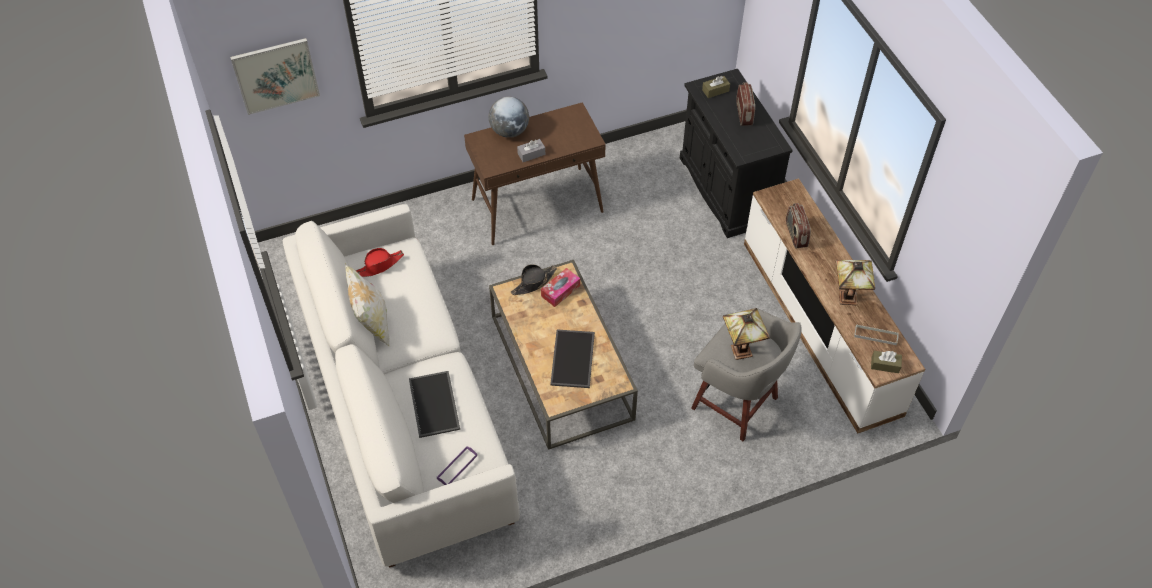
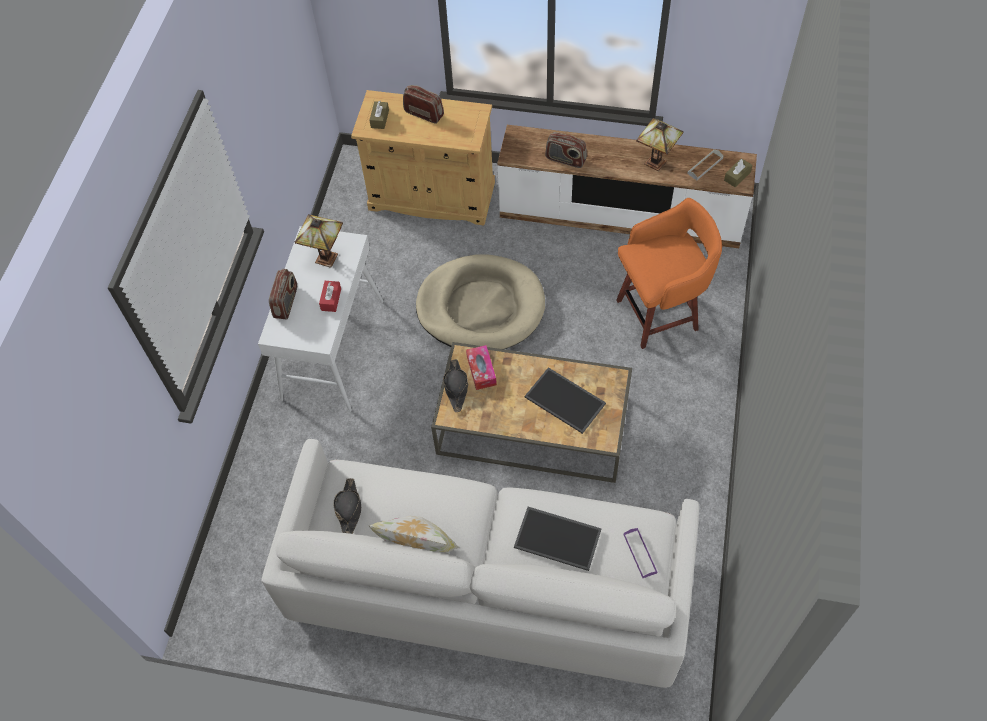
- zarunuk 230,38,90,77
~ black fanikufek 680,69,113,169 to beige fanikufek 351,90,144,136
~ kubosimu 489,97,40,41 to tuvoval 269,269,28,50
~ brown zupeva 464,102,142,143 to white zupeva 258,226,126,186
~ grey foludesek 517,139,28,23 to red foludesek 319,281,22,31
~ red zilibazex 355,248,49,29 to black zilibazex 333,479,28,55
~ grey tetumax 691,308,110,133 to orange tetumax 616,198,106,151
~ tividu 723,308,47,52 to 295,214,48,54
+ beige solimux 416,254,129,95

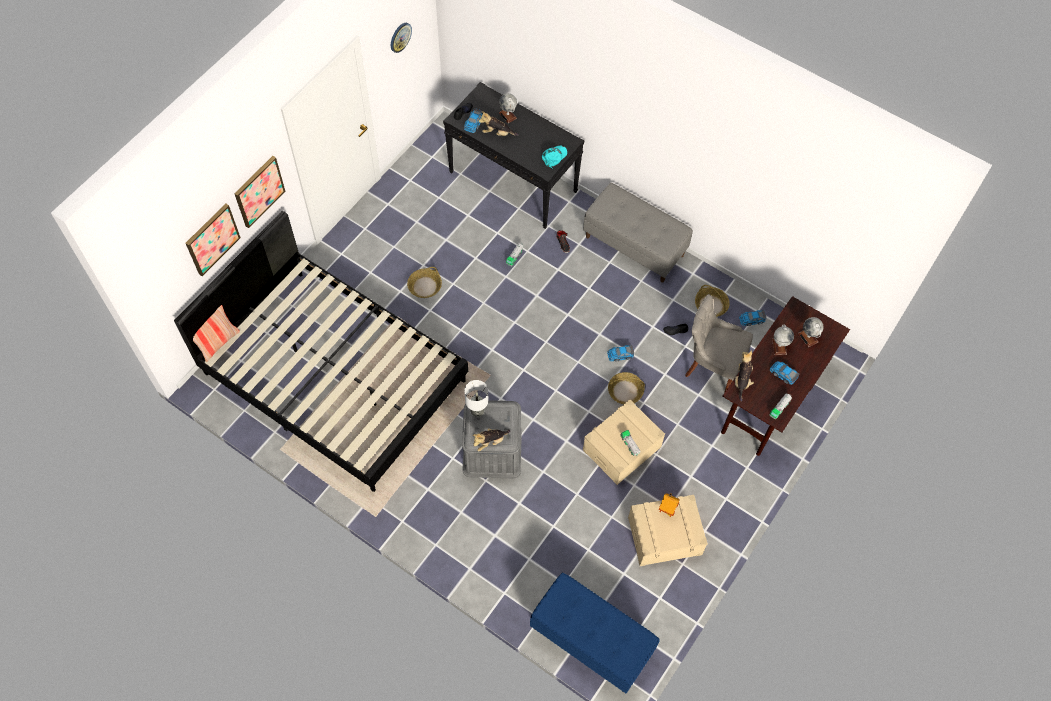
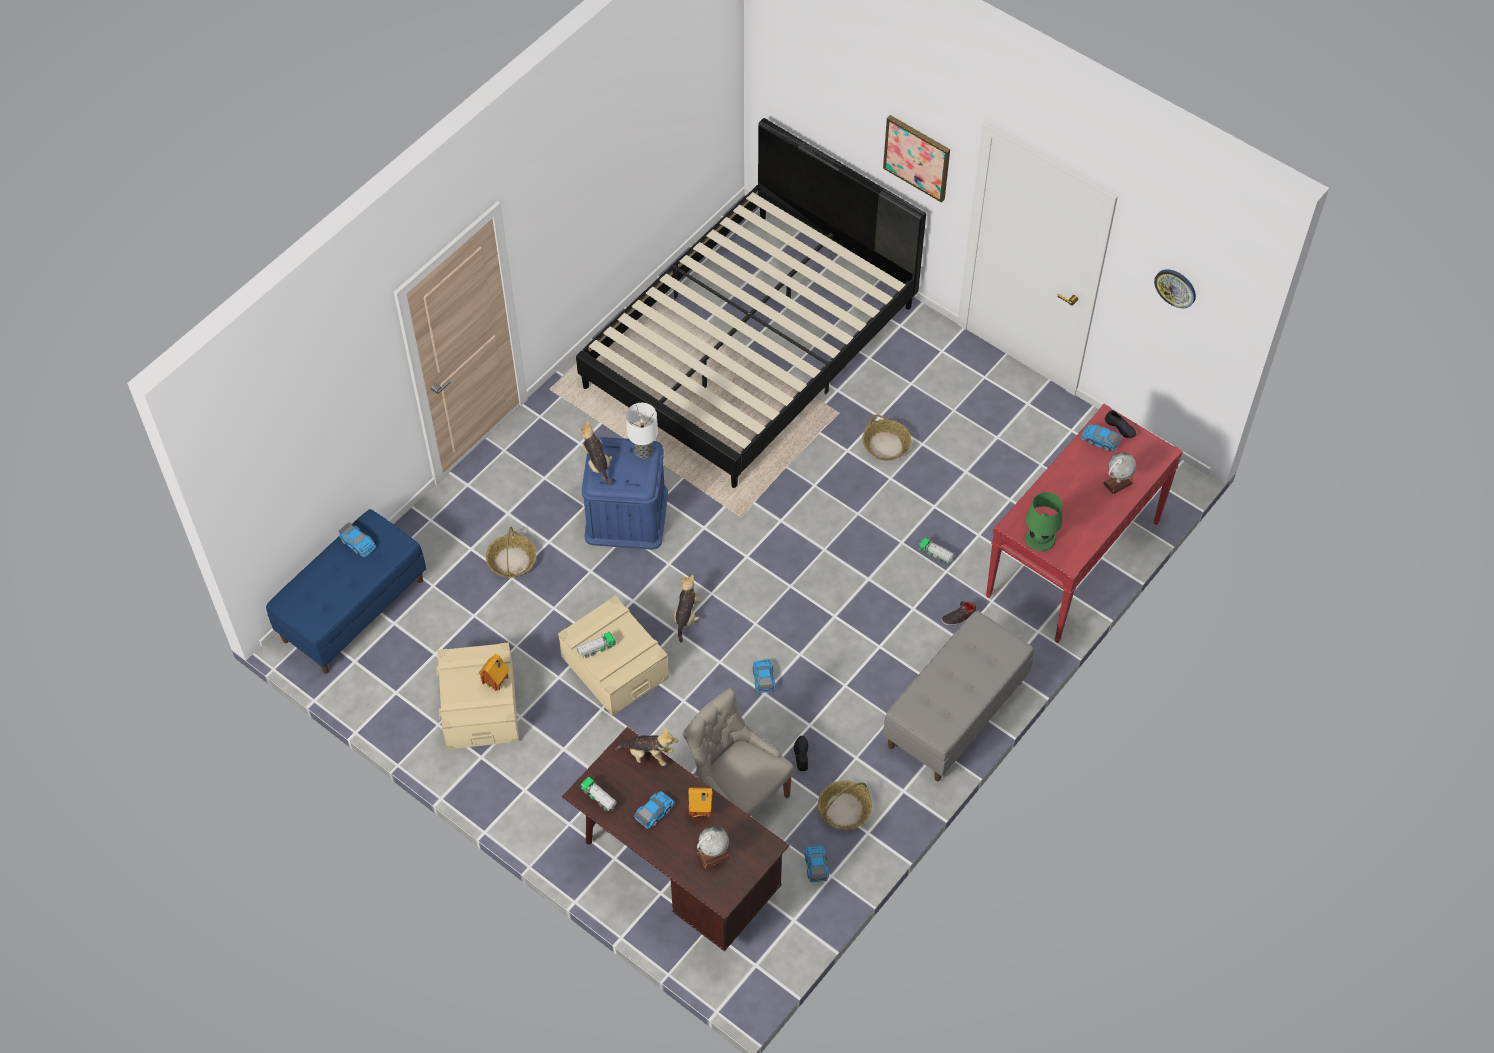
~ black zupeva 443,82,141,147 to red zupeva 986,404,197,239
~ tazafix 479,111,40,25 to 673,575,28,68
~ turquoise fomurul 542,146,25,23 to green tividu 1025,492,37,59
- zarunuk 186,204,55,72
~ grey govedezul 685,294,68,99 = 683,688,111,128 75 degrees counterclockwise
- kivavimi 193,305,47,57
~ kubosimu 772,324,22,31 to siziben 689,787,24,30
~ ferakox 608,372,37,32 to 486,527,50,51
~ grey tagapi 462,400,60,78 to blue tagapi 582,437,86,112
+ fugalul 339,522,37,35

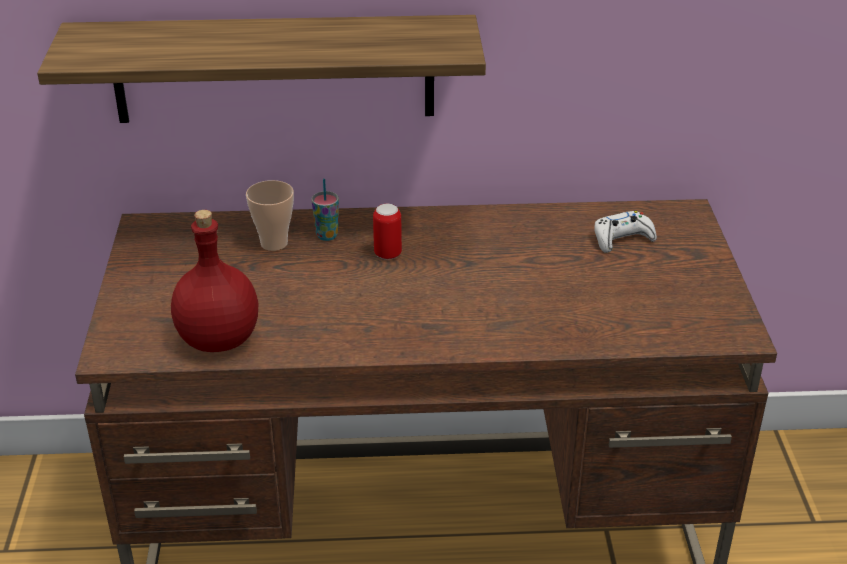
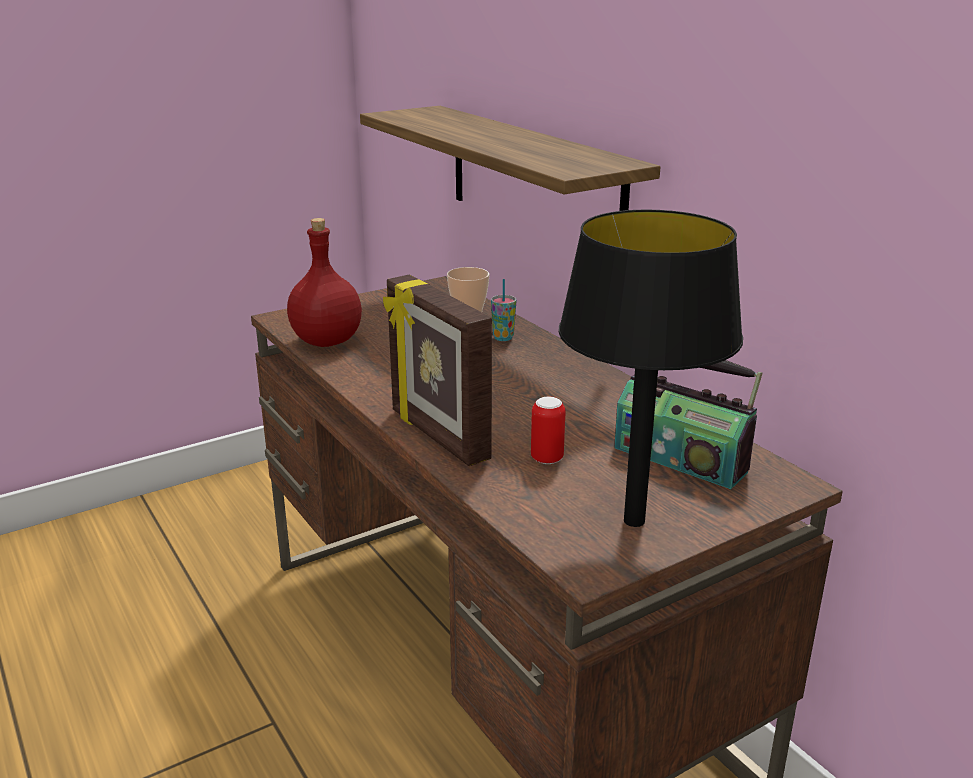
~ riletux 373,204,29,55 to 531,397,35,67
~ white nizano 594,211,63,42 to tuvoval 614,360,148,129
+ black tividu 559,209,184,318
+ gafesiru 383,275,109,191

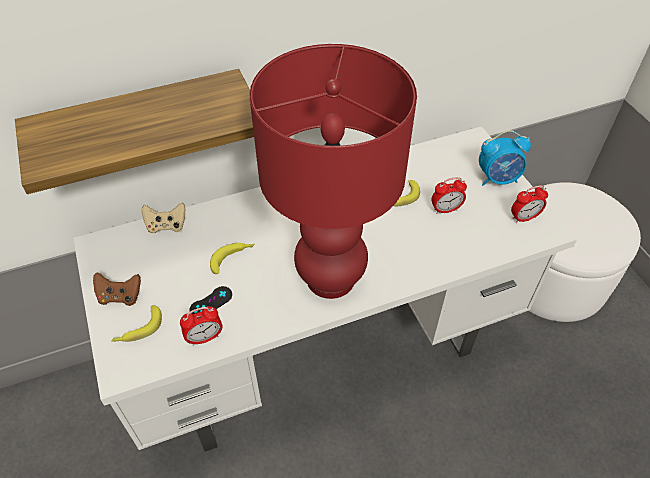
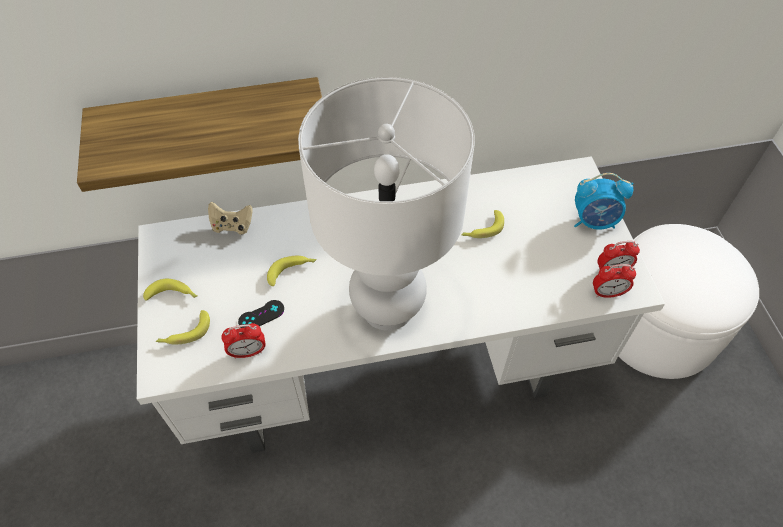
~ red tividu 249,44,168,255 to white tividu 298,77,177,254
~ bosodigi 432,177,35,37 to 593,264,43,34
~ brown nizano 93,273,48,33 to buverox 143,279,54,22

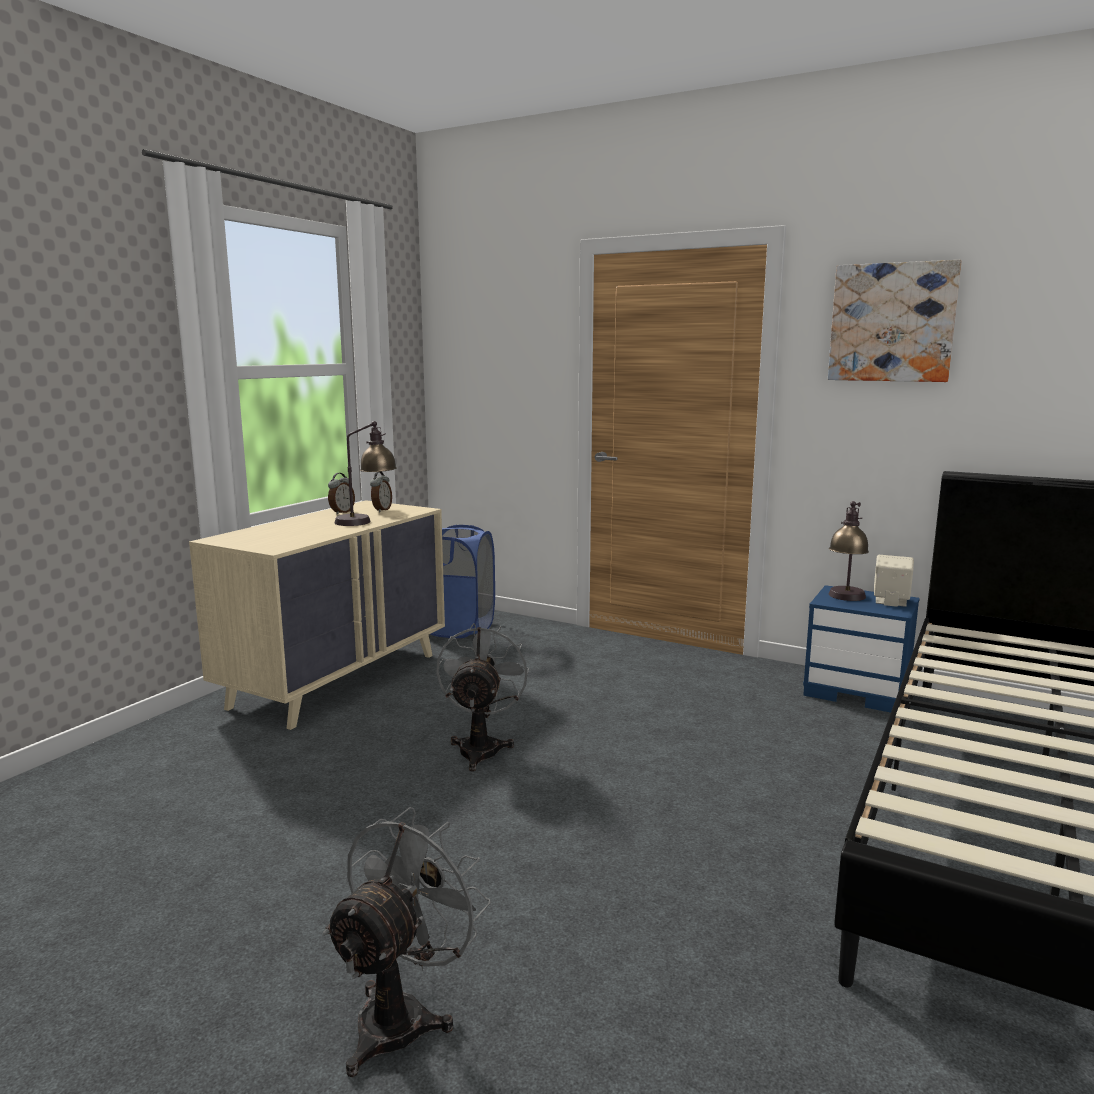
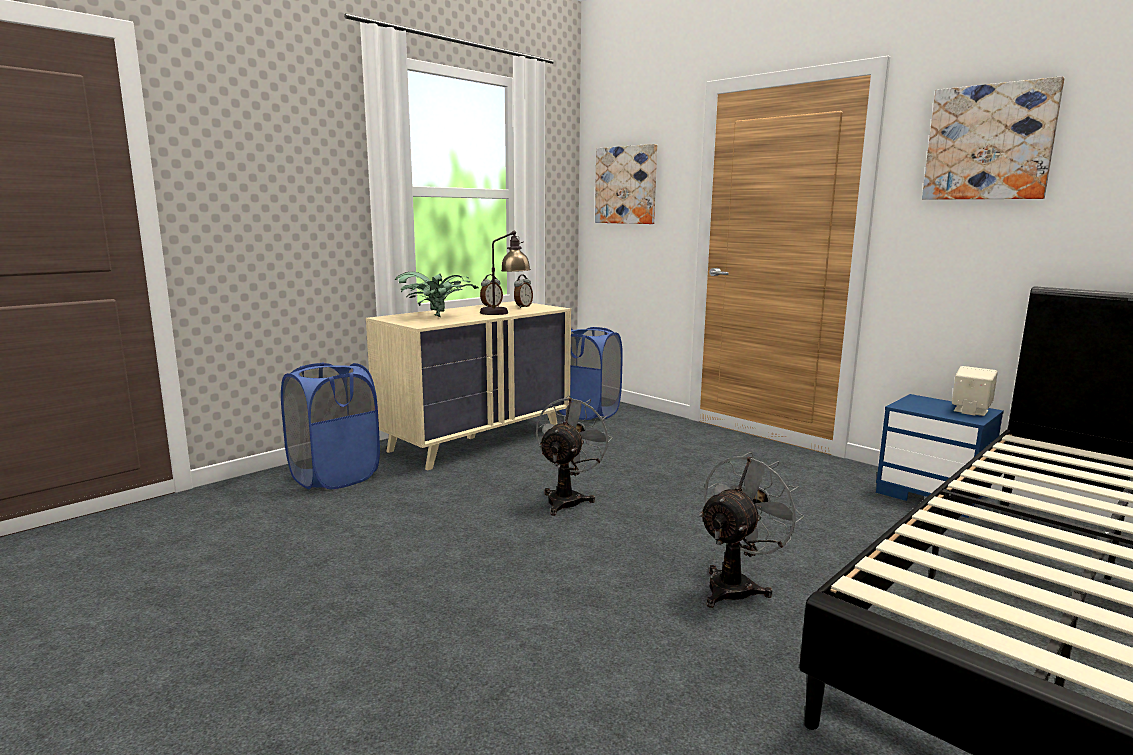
- tividu 829,501,40,100
~ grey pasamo 322,807,169,270 to 699,452,105,156
+ zarunuk 595,144,62,80
+ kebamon 395,272,84,45
+ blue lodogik 281,363,99,126

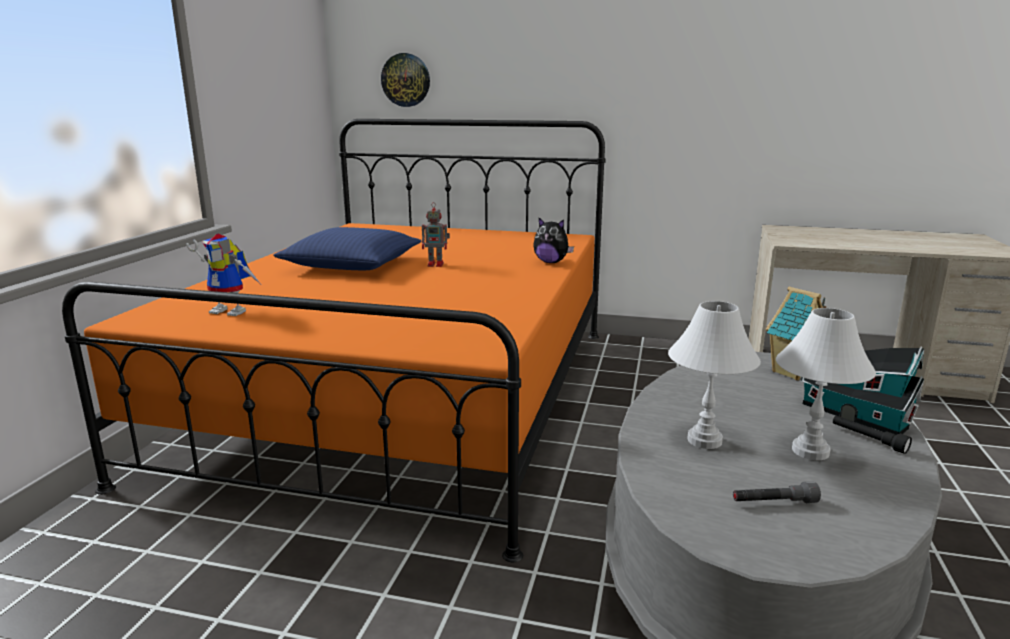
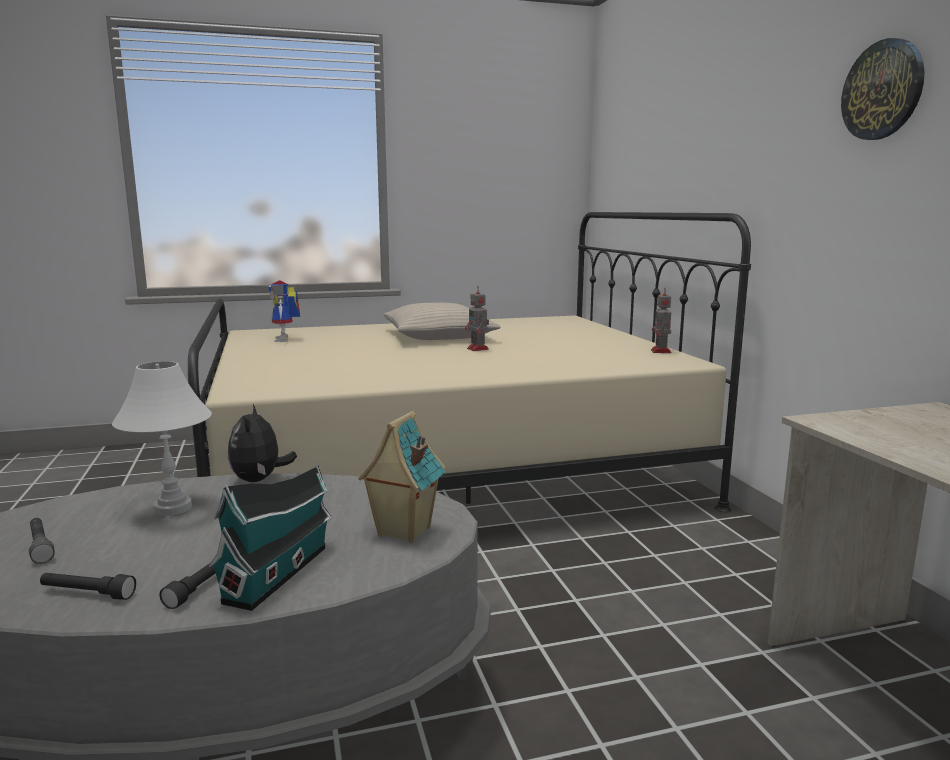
~ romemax 381,53,49,54 to 841,38,84,102
~ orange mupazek 62,119,544,443 to beige mupazek 188,212,563,300
~ tazafix 533,218,41,45 to 228,404,69,78
~ blue kivavimi 273,227,148,43 to beige kivavimi 383,303,118,37
- white tividu 776,308,100,152
+ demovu 651,289,20,64
+ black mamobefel 40,573,96,27

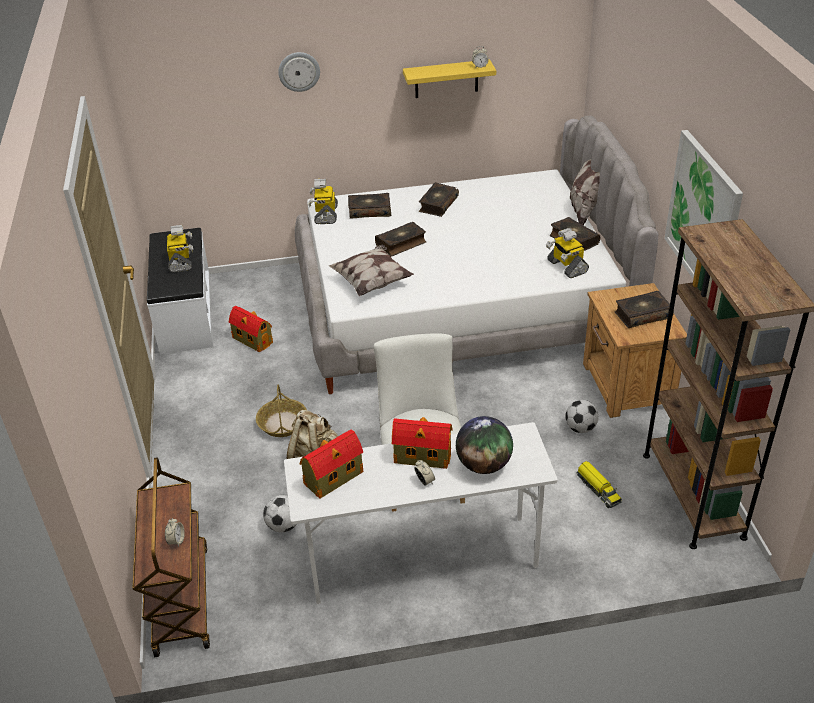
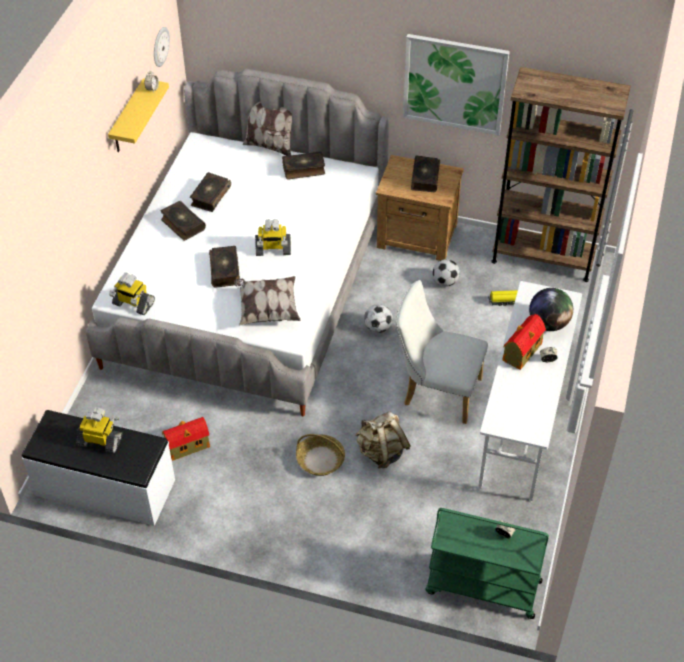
~ romemax 278,52,42,40 to 154,27,16,40
~ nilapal 348,193,43,26 to 190,172,41,40
~ demovu 546,228,43,51 to 255,219,36,37
- siziben 299,429,64,70
~ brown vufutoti 133,457,77,200 to green vufutoti 425,508,124,111
~ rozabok 263,495,34,38 to 364,304,29,29

